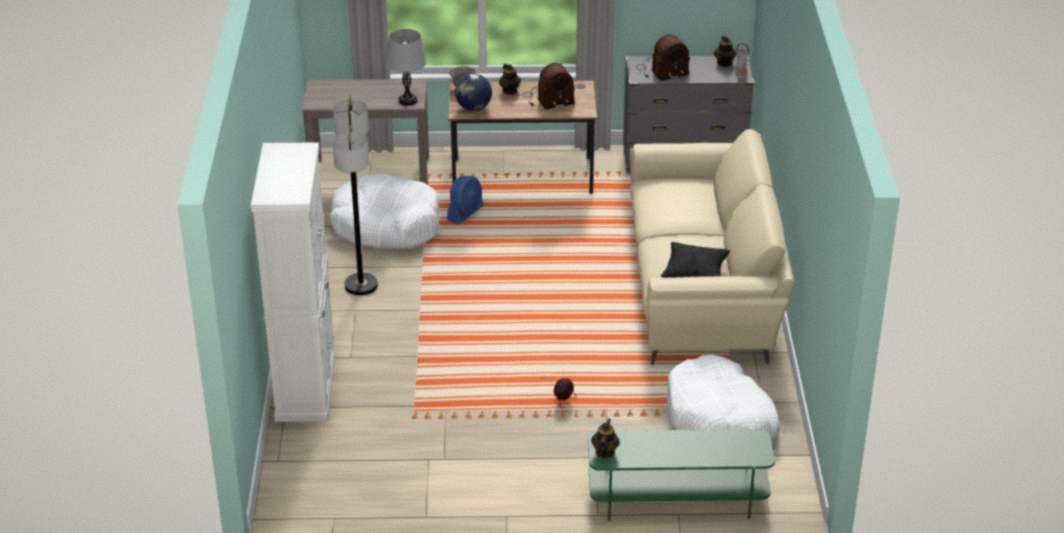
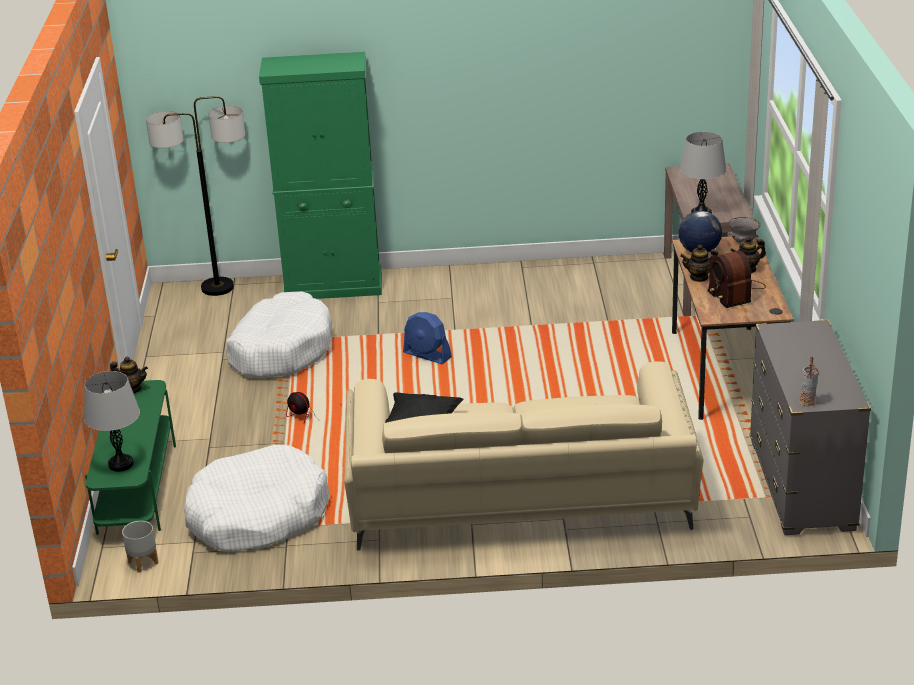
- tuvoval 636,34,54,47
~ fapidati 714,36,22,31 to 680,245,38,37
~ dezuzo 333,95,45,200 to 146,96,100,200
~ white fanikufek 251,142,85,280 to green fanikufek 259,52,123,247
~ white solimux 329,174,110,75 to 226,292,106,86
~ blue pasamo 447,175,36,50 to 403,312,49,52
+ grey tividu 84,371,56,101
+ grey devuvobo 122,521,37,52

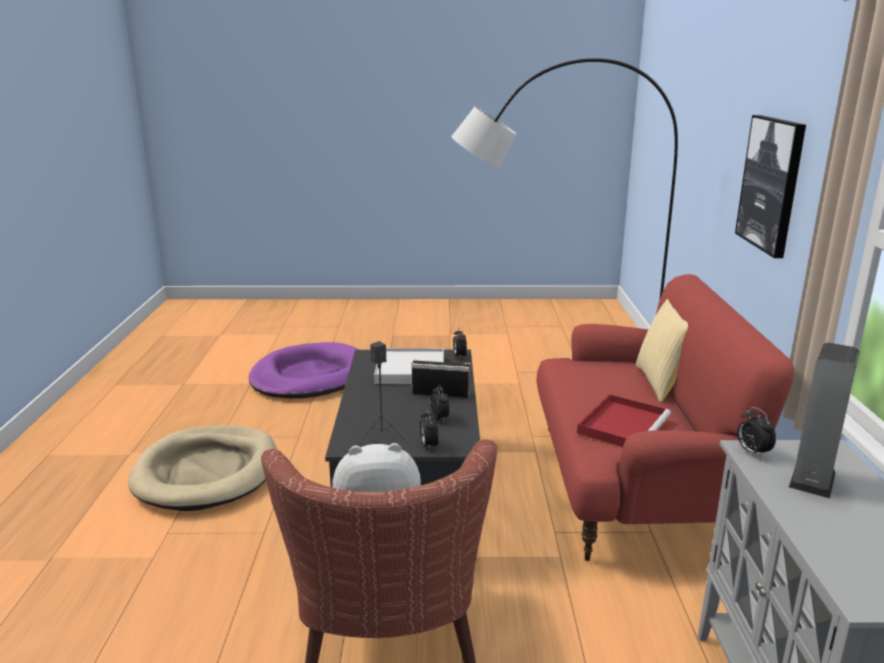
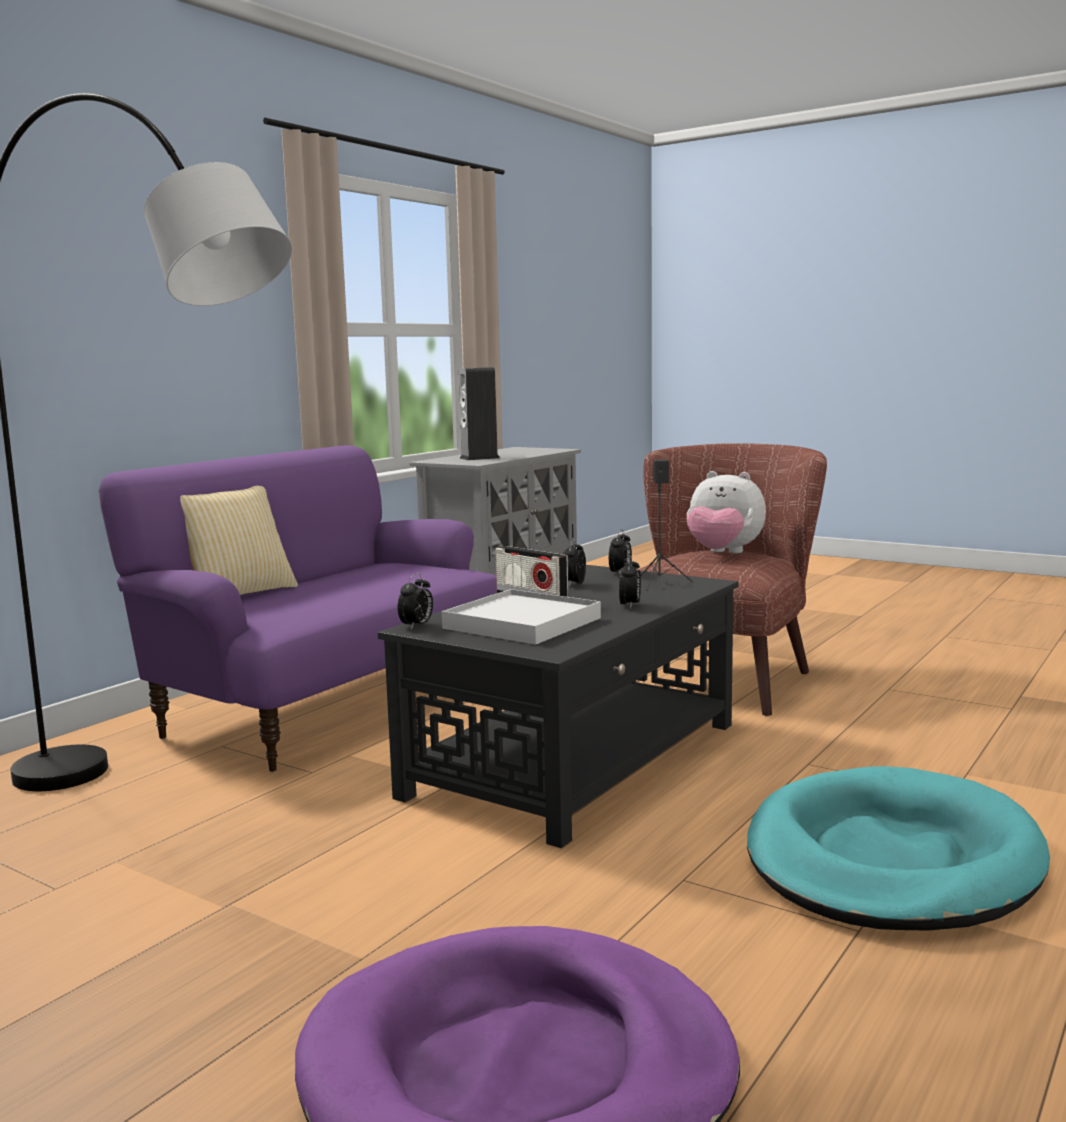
- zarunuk 735,115,71,143
~ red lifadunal 536,274,258,287 to purple lifadunal 99,445,398,327
- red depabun 577,394,94,54
~ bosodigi 737,407,39,51 to 619,556,22,53
~ beige solimux 128,426,149,85 to turquoise solimux 747,766,303,165

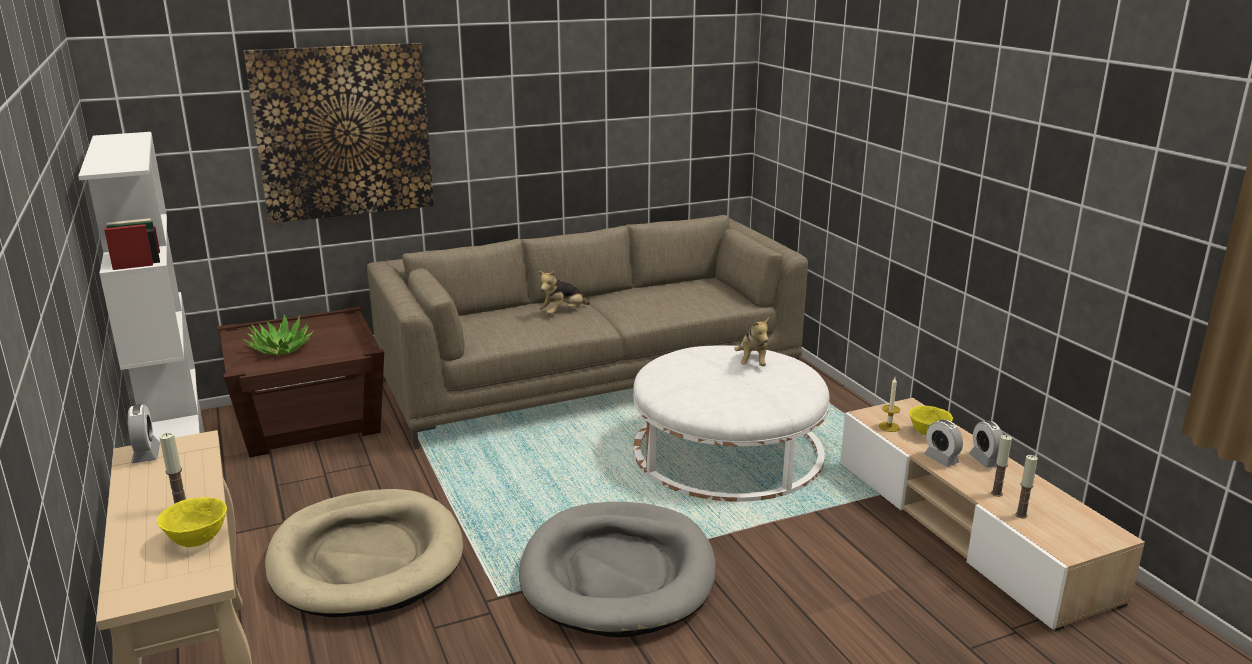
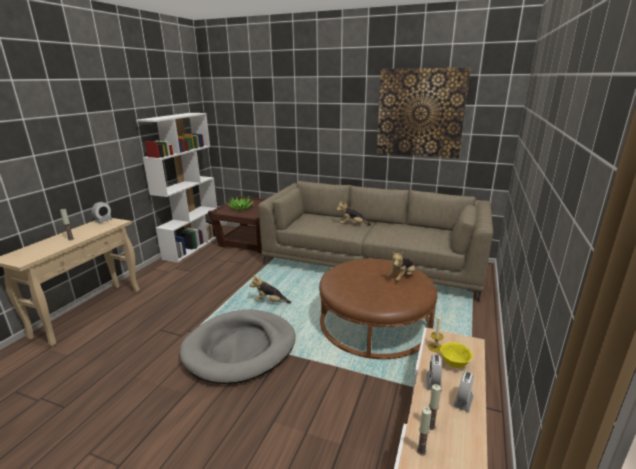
~ zarunuk 244,43,190,180 to 377,67,93,91
~ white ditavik 633,345,197,157 to brown ditavik 319,259,119,100
- beige solimux 265,489,198,128
- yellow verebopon 157,497,70,50
+ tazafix 250,275,41,28

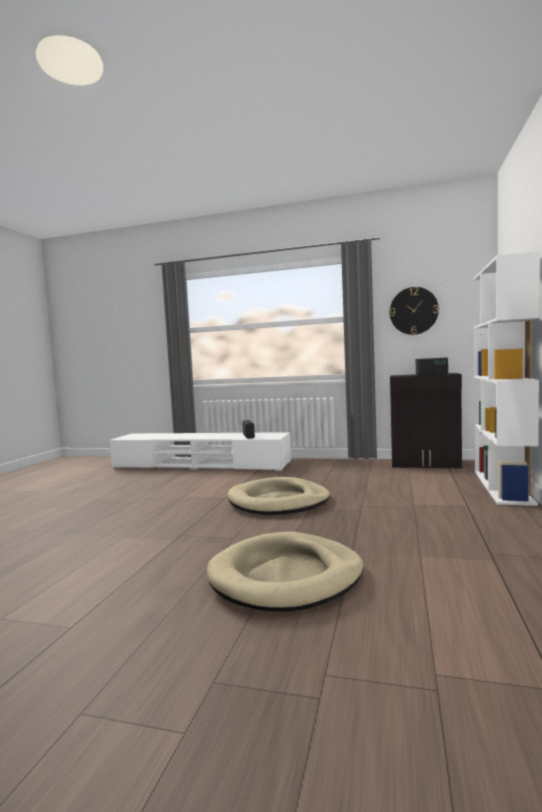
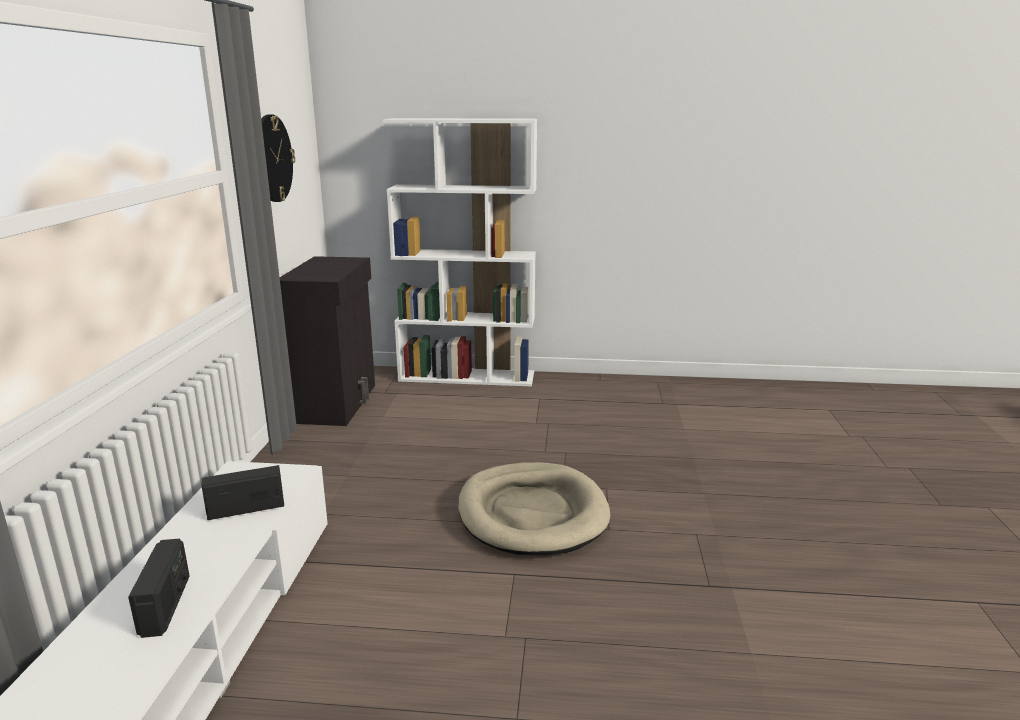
~ tuvoval 416,357,32,19 to 128,539,62,99
- beige solimux 207,532,156,79

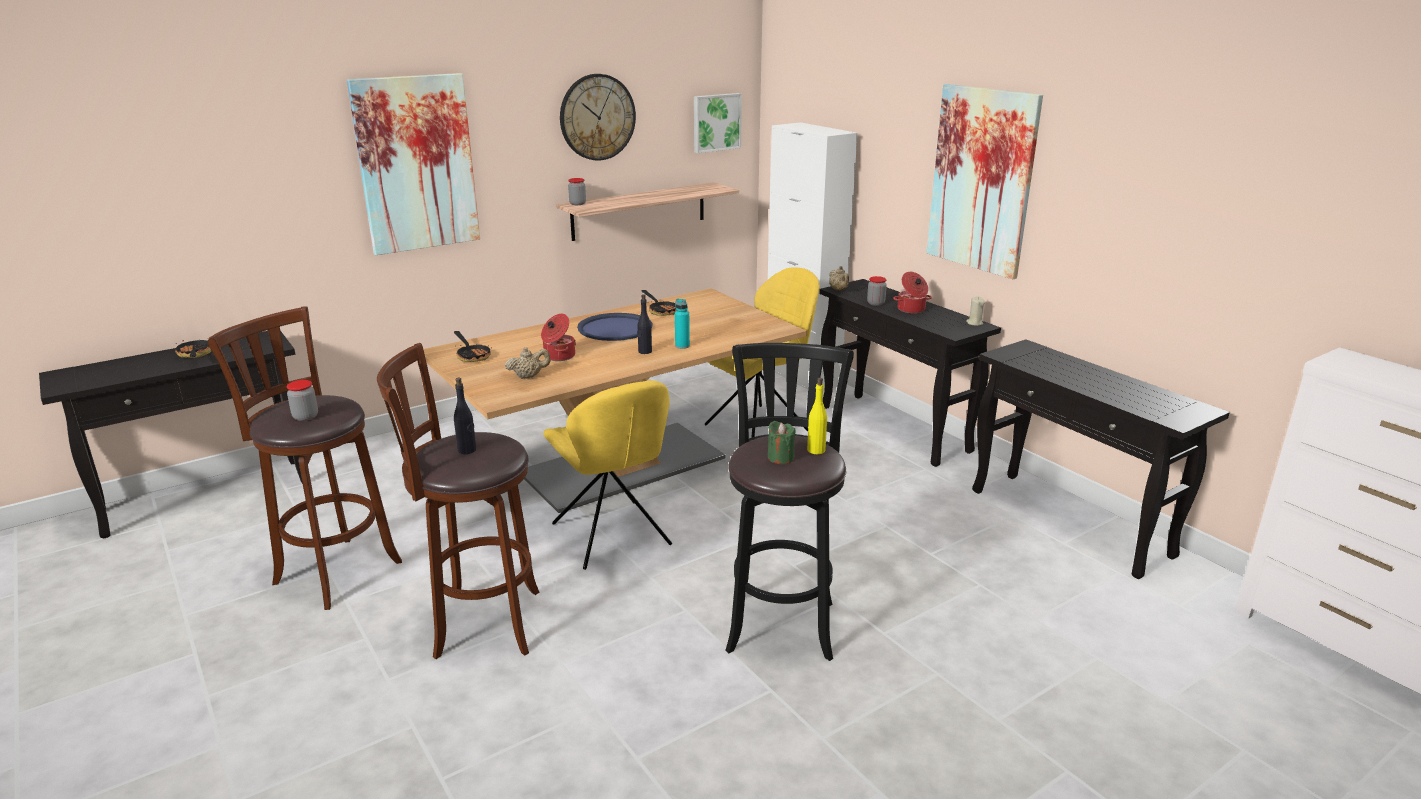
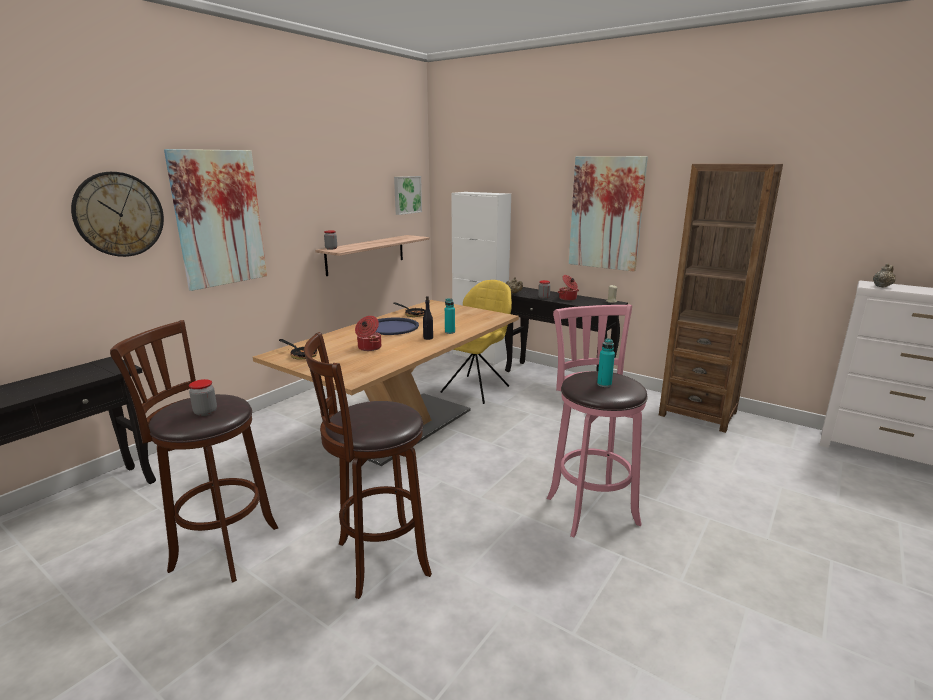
~ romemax 560,74,76,87 to 71,172,93,85
- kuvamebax 174,339,37,19
~ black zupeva 972,339,258,240 to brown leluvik 659,163,124,270
~ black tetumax 725,343,129,318 to pink tetumax 547,304,101,233
~ beige fapidati 505,347,46,32 to 873,263,22,25
- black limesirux 454,378,22,76
- yellow limesirux 807,378,20,76
- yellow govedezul 543,380,129,190
~ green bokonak 768,421,27,43 to turquoise limesirux 597,338,18,49

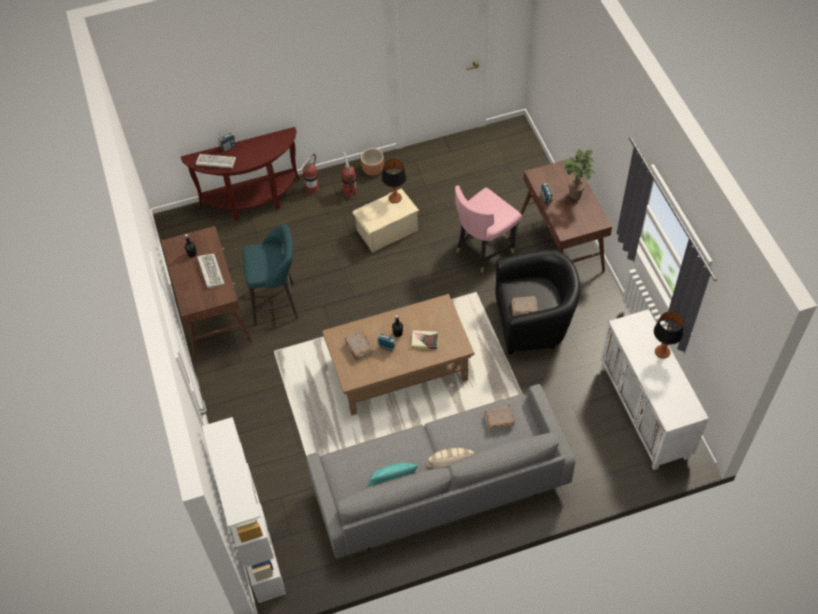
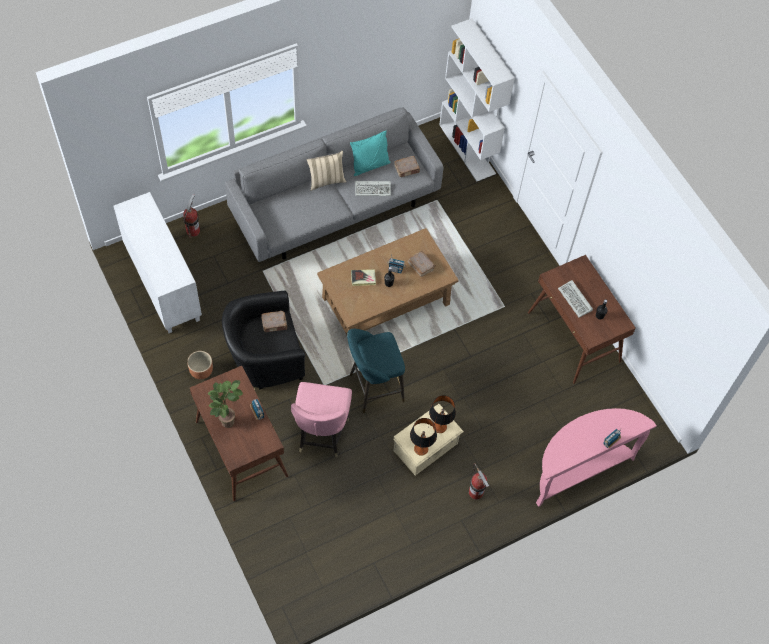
~ brown zupeva 181,127,119,94 to pink zupeva 536,408,121,99
~ brown devuvobo 361,148,23,28 to 187,351,26,28
~ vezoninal 195,154,41,14 to 355,181,36,15
~ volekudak 301,154,18,41 to 183,194,17,44
~ pink govedezul 455,186,67,87 = 291,382,61,75 150 degrees clockwise
~ turquoise tetumax 243,224,55,102 to 347,328,58,85
~ tividu 654,312,30,47 to 429,395,27,38
~ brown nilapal 485,405,30,26 to 394,156,26,21

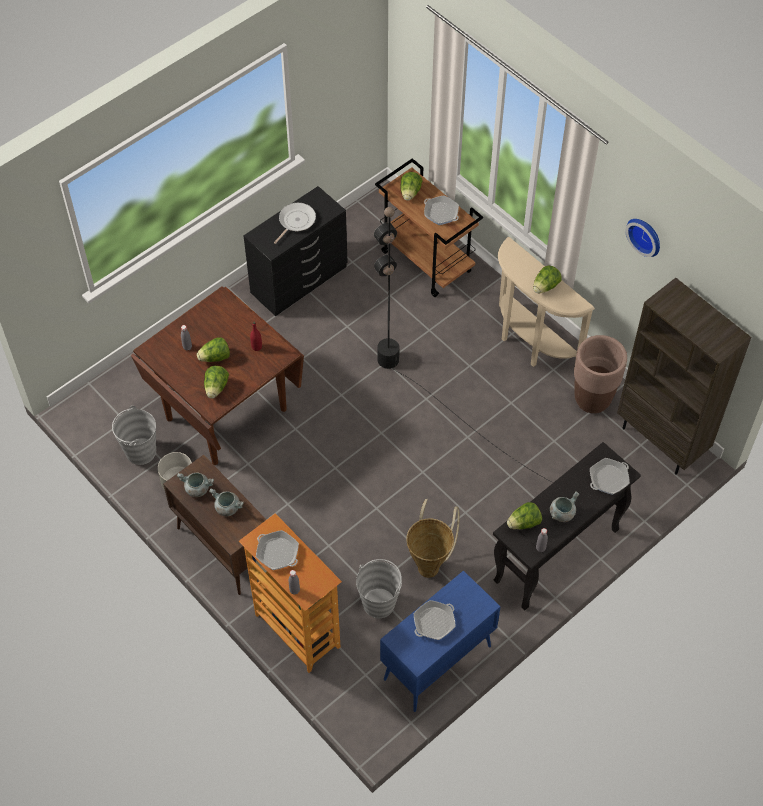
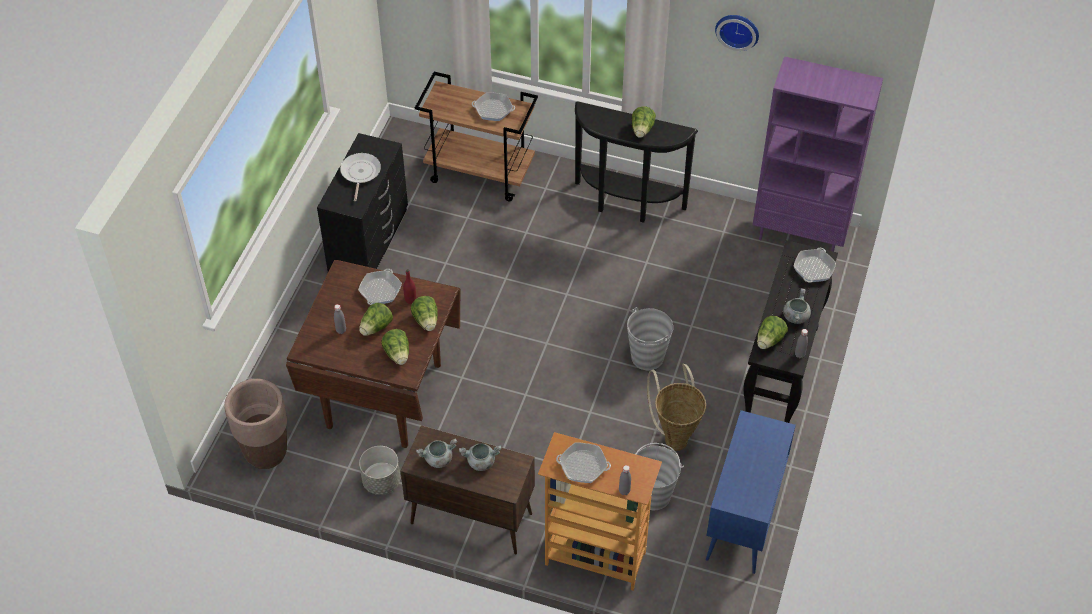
~ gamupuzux 400,172,23,29 to 411,296,27,35
- black dezuzo 374,207,179,276
~ beige zupeva 498,237,97,130 to black zupeva 575,101,123,122
~ brown leluvik 617,278,134,197 to purple leluvik 752,56,131,196
~ brown devuvobo 574,335,53,78 to 224,379,63,90
~ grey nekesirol 112,406,44,59 to 627,307,46,63
~ kuvamebax 414,600,42,40 to 358,269,44,36

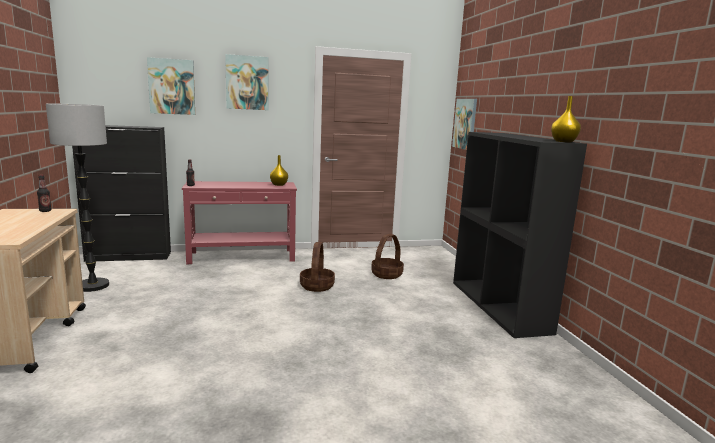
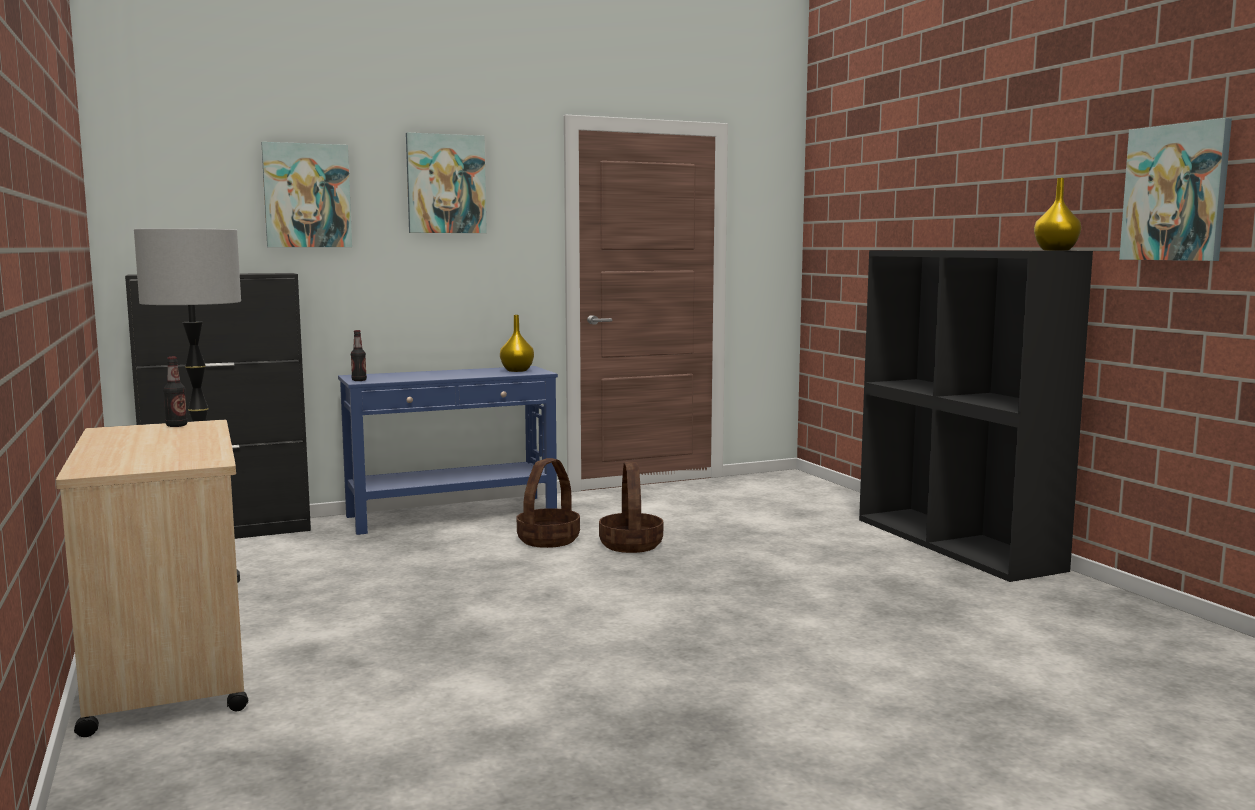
~ zarunuk 452,99,25,51 to 1119,118,113,143
~ red zupeva 182,181,115,83 to blue zupeva 338,366,220,169
~ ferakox 371,234,33,45 to 517,458,63,90

